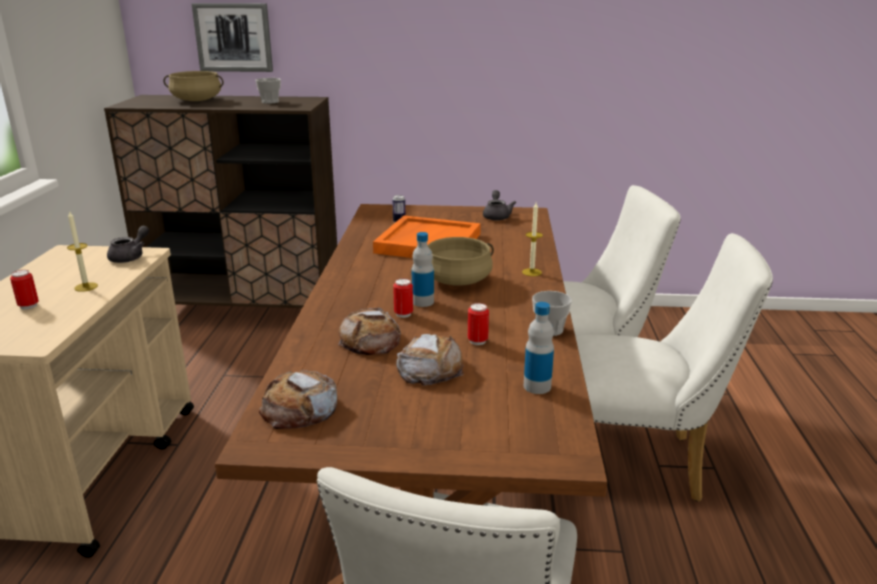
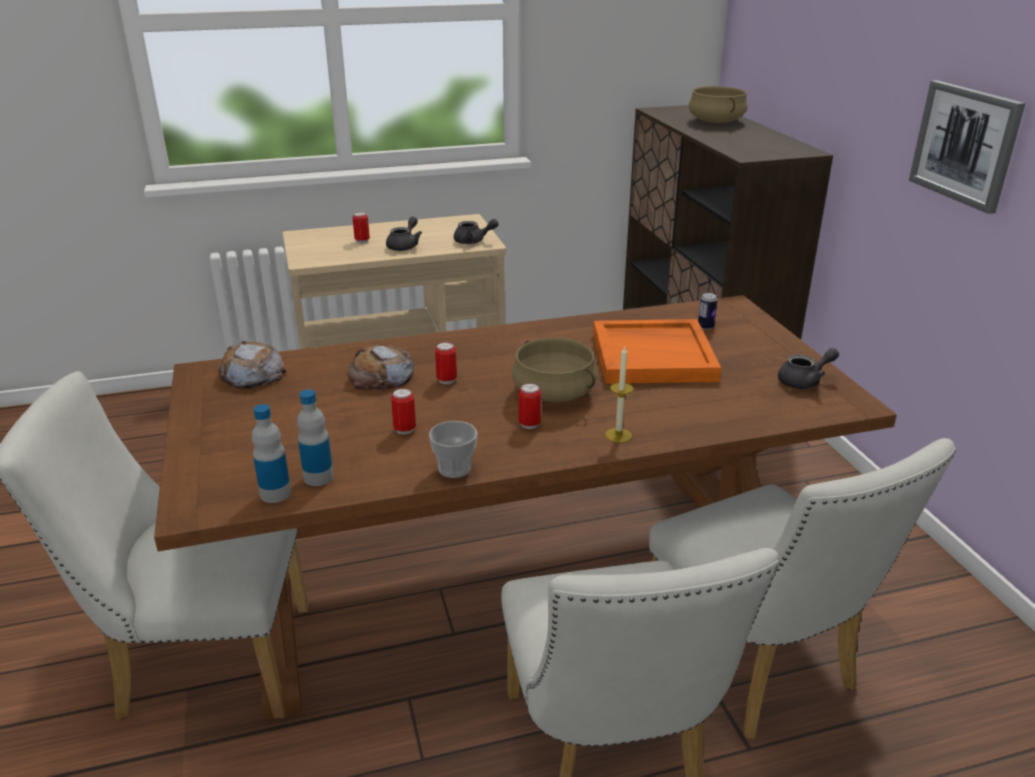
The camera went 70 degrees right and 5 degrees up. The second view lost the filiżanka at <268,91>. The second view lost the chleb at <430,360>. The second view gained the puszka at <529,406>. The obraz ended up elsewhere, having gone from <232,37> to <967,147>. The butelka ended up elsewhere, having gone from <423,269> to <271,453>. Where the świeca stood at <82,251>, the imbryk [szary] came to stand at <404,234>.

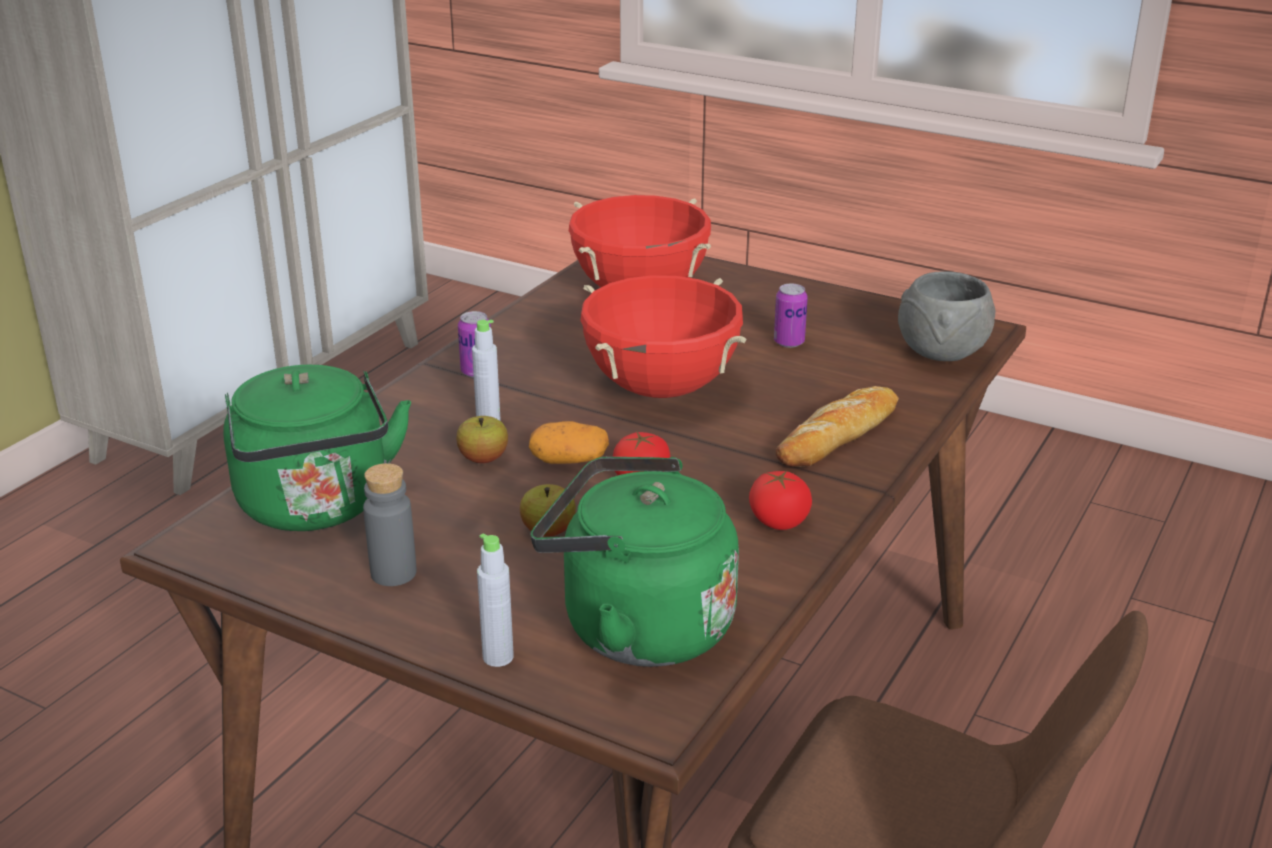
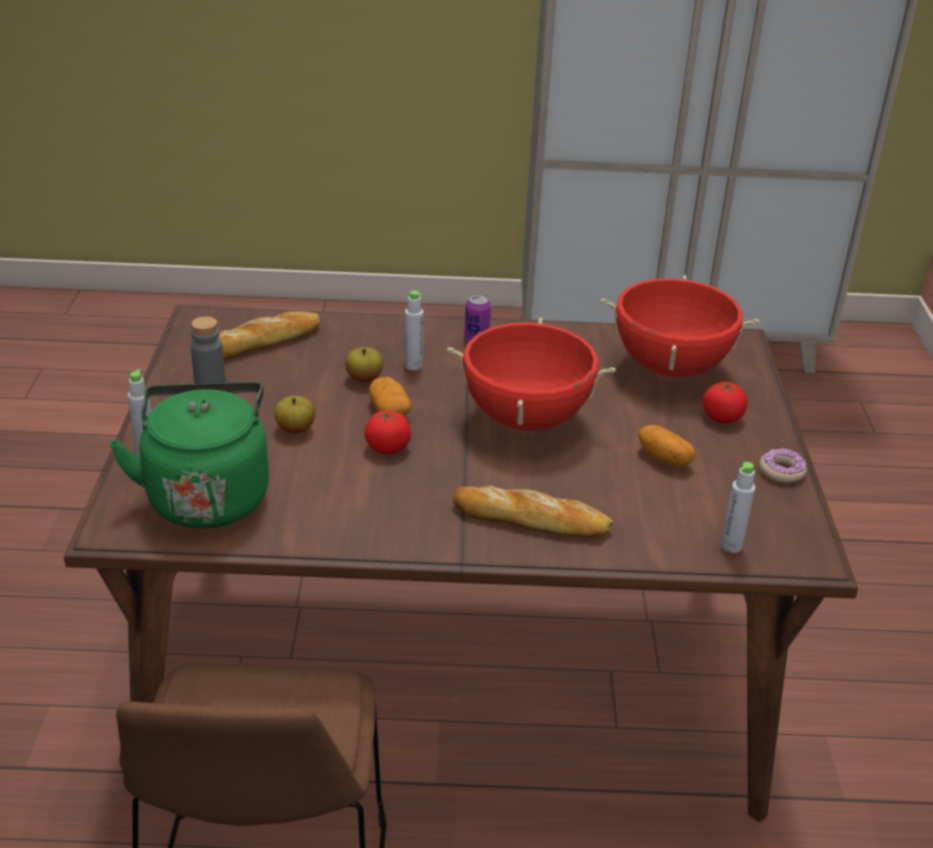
The camera went 60 degrees right and 5 degrees up. The second view gained the donut at <783,465>. The pomidor ended up elsewhere, having gone from <780,500> to <725,402>. Where the czajnik [zielony] stood at <317,448>, the chleb came to stand at <269,335>. Where the puszka stood at <791,316>, the ziemniak came to stand at <667,446>. Where the miska [szary] stood at <946,316>, the butelka [szary] came to stand at <737,507>.

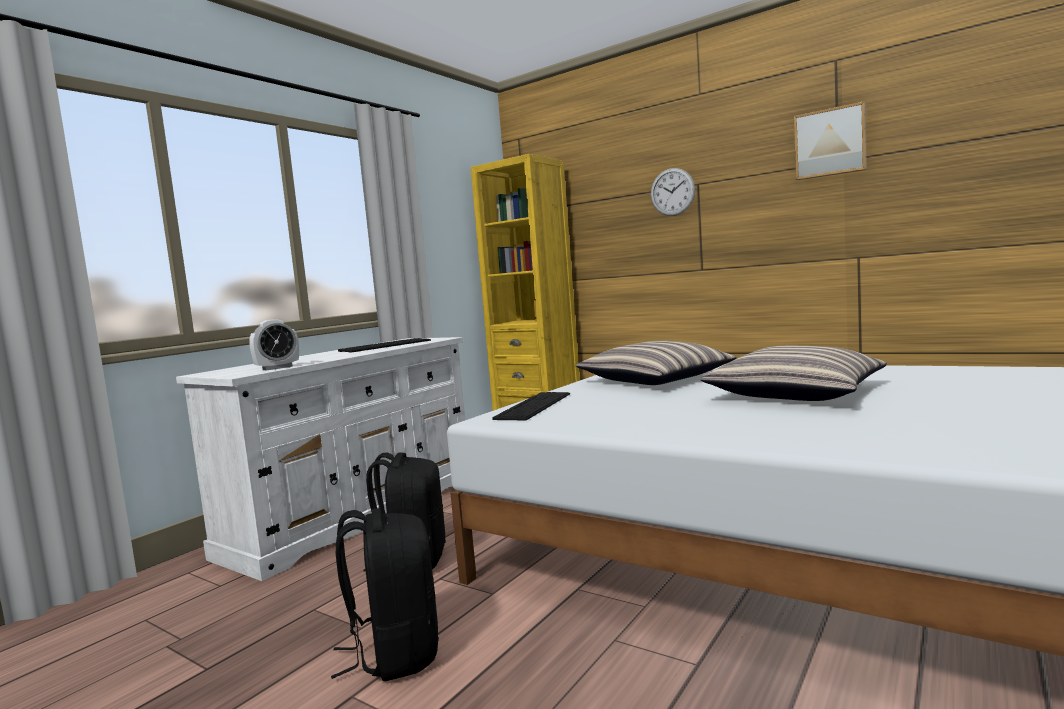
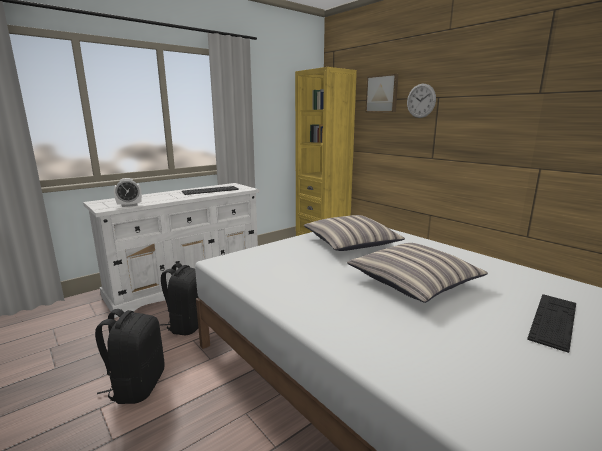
The camera went 15 degrees right and 10 degrees up. The klawiatura ended up elsewhere, having gone from <531,406> to <551,323>. The obraz ended up elsewhere, having gone from <830,140> to <382,93>.

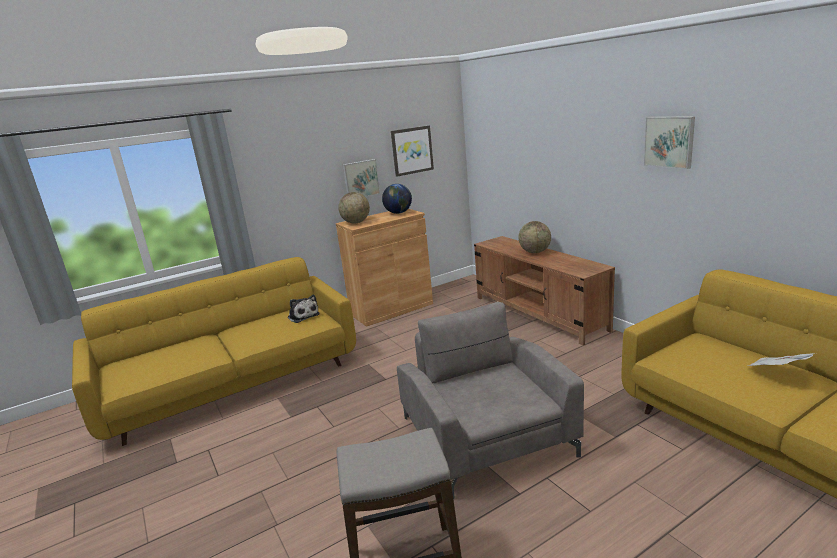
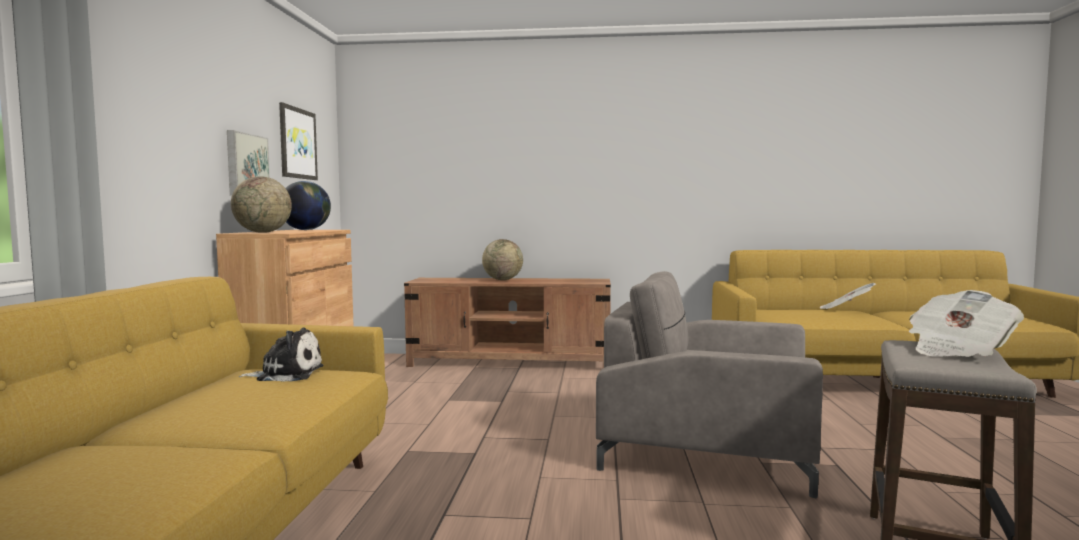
The camera went 55 degrees left and 15 degrees down. The second view lost the obraz at <669,143>. The second view gained the gazeta at <966,323>.

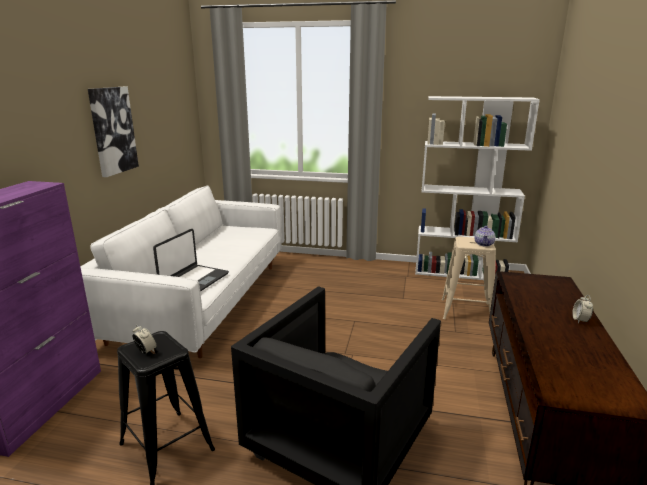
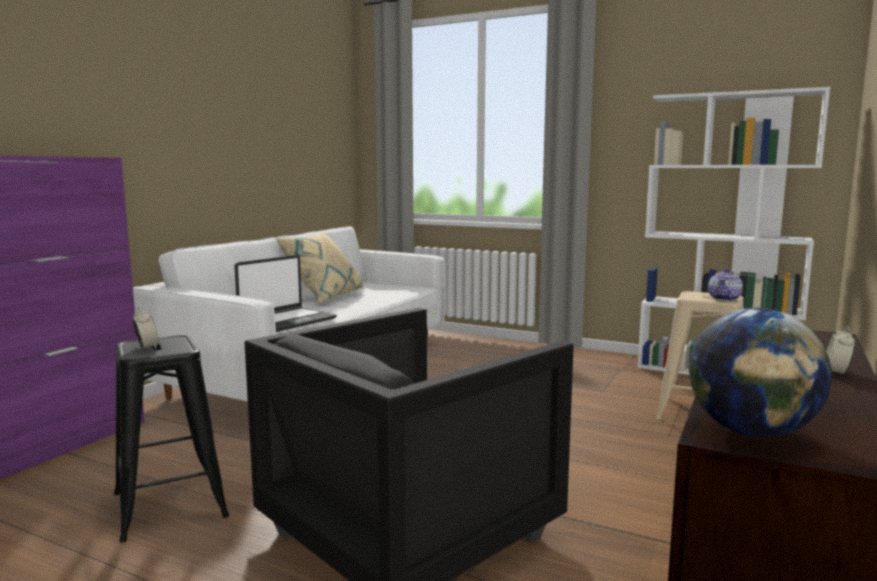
The camera went 15 degrees right and 10 degrees down. The second view lost the obraz at <113,132>. The second view gained the poduszka [beżowy] at <319,266>. The second view gained the globus at <760,373>.

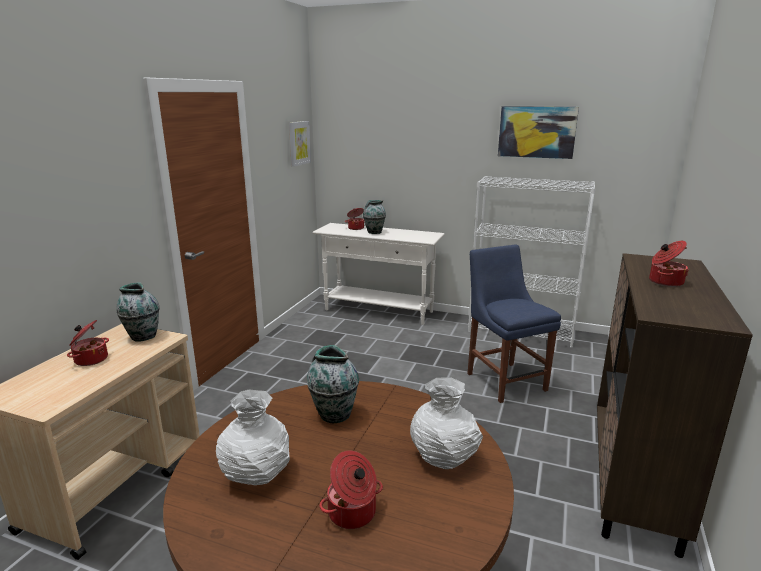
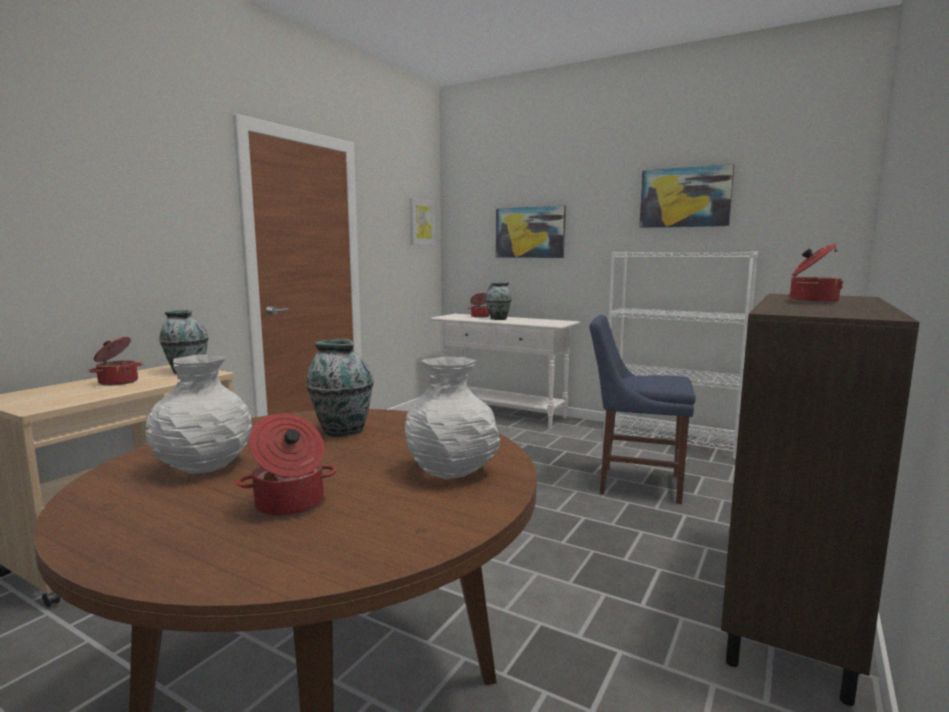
The camera went 10 degrees right and 10 degrees down. The second view gained the obraz at <531,232>. The krzesło [niebieski] at <514,324> ended up facing another way, 60 degrees counterclockwise from before.

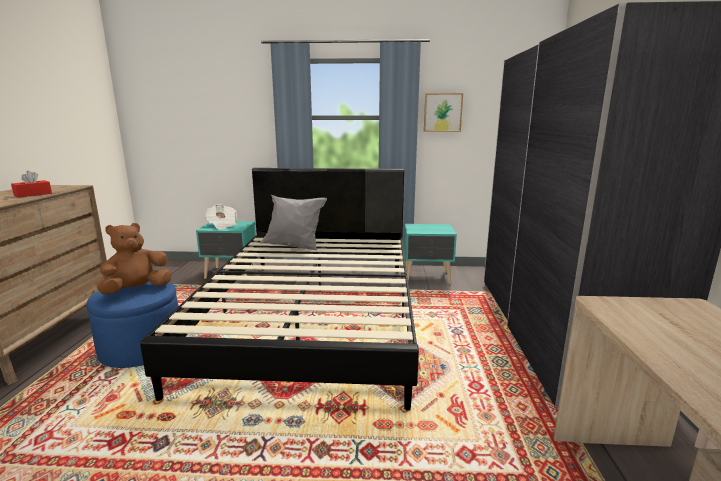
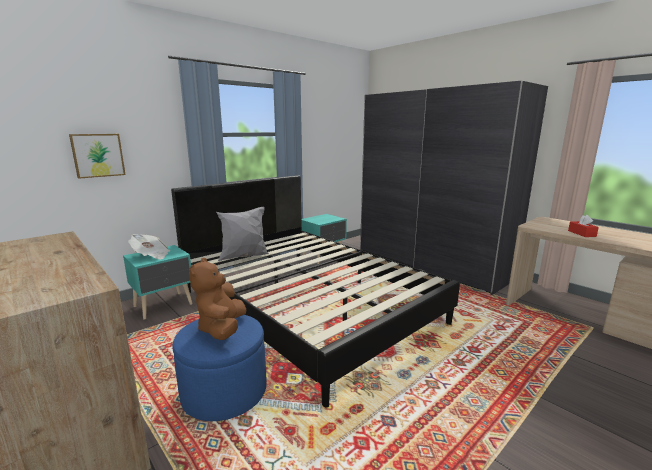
The camera went 45 degrees left and 0 degrees up. The pudełko chusteczek [czerwony] ended up elsewhere, having gone from <31,184> to <583,226>. The obraz ended up elsewhere, having gone from <443,112> to <97,156>.

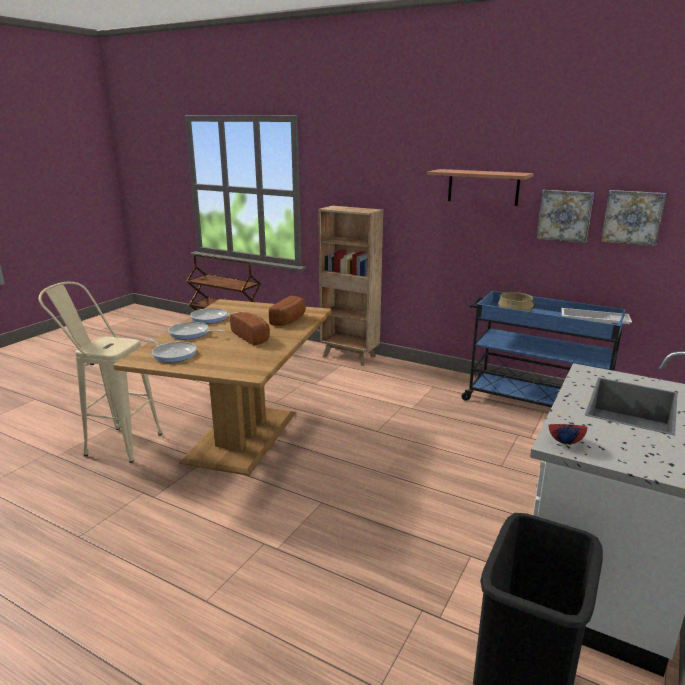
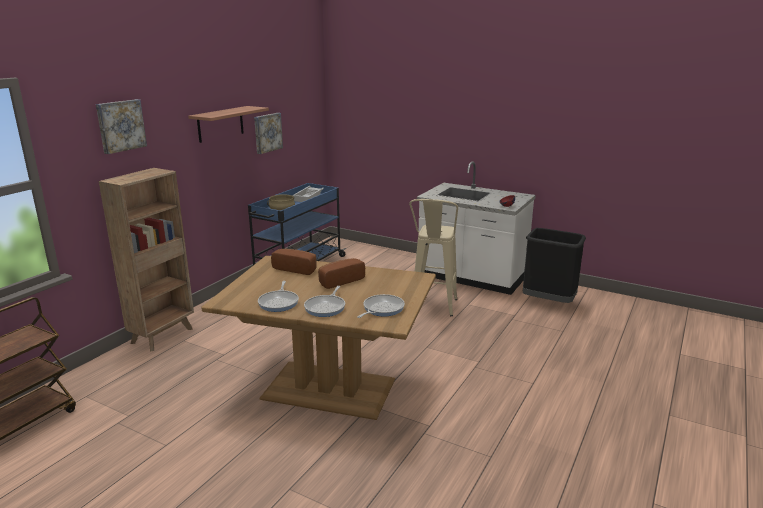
The camera went 90 degrees left and 0 degrees up. The stołek [beżowy] ended up elsewhere, having gone from <100,372> to <433,257>. The obraz ended up elsewhere, having gone from <633,218> to <121,126>.

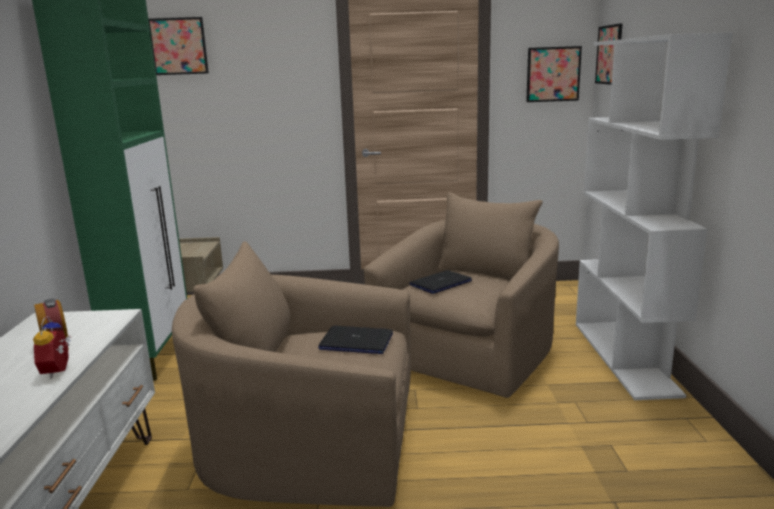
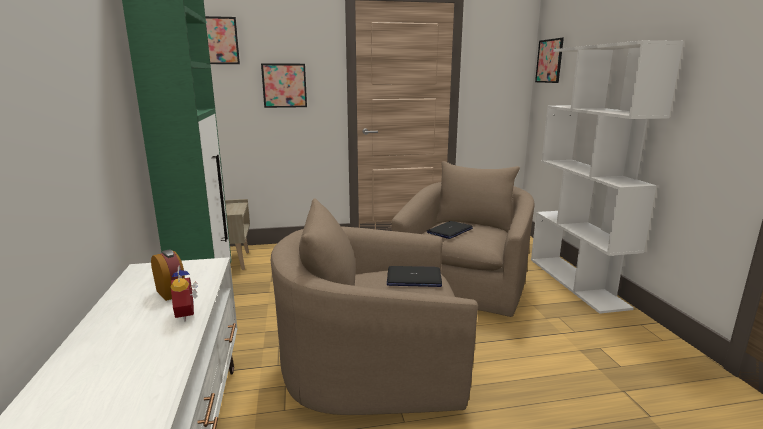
The camera went 10 degrees left and 0 degrees up. The obraz ended up elsewhere, having gone from <554,74> to <284,85>.

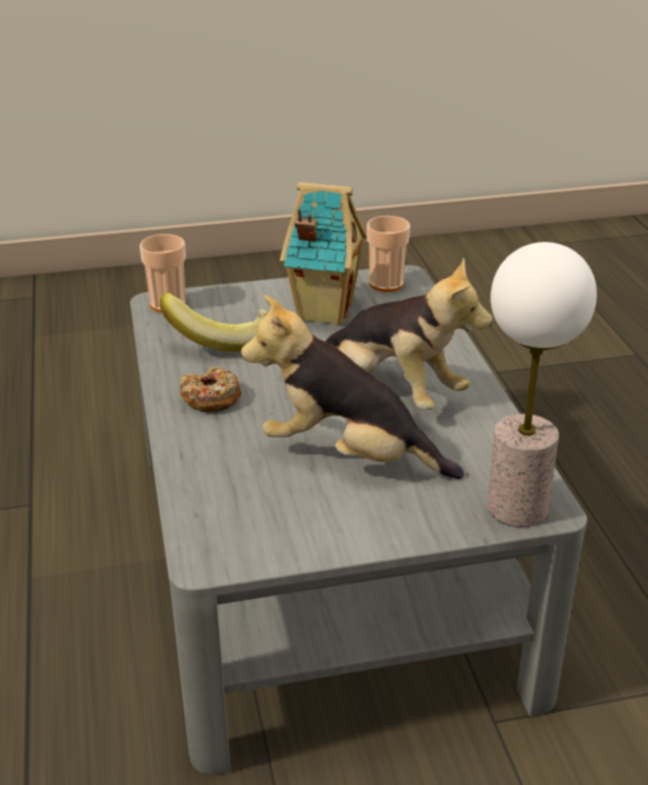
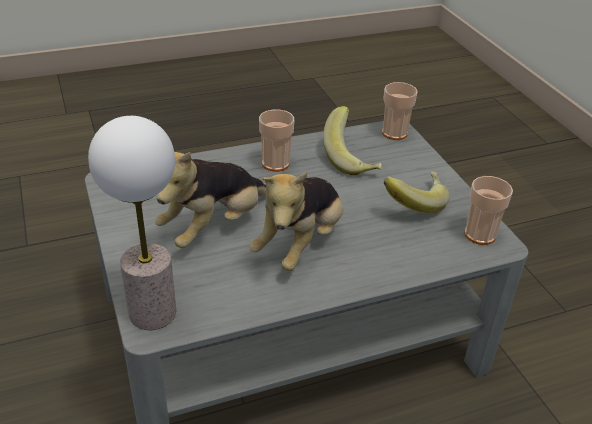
The camera went 80 degrees right and 5 degrees up. Where the donut stood at <211,389>, the filiżanka came to stand at <276,141>. Where the domek stood at <323,254>, the banan came to stand at <417,192>. The pluszak at <352,387> ended up facing another way, 150 degrees counterclockwise from before.

